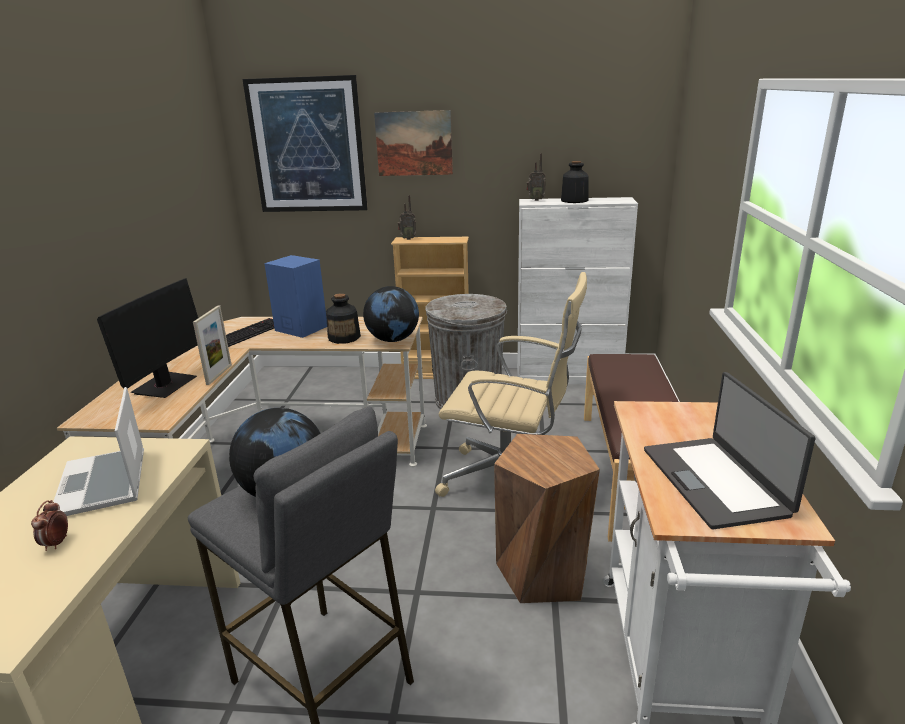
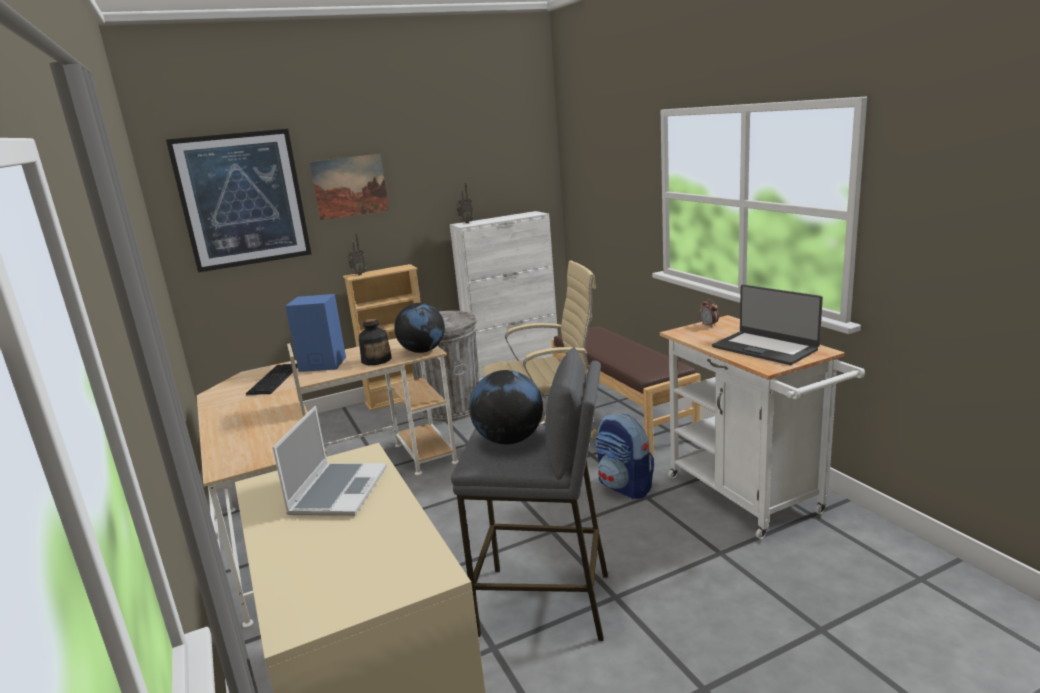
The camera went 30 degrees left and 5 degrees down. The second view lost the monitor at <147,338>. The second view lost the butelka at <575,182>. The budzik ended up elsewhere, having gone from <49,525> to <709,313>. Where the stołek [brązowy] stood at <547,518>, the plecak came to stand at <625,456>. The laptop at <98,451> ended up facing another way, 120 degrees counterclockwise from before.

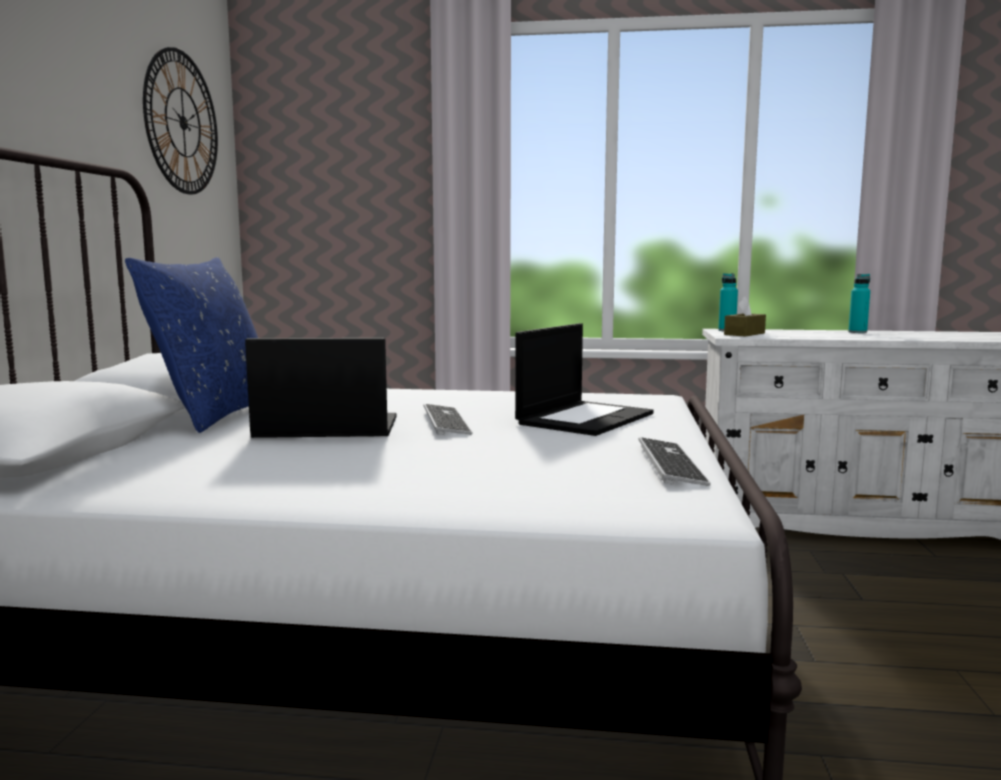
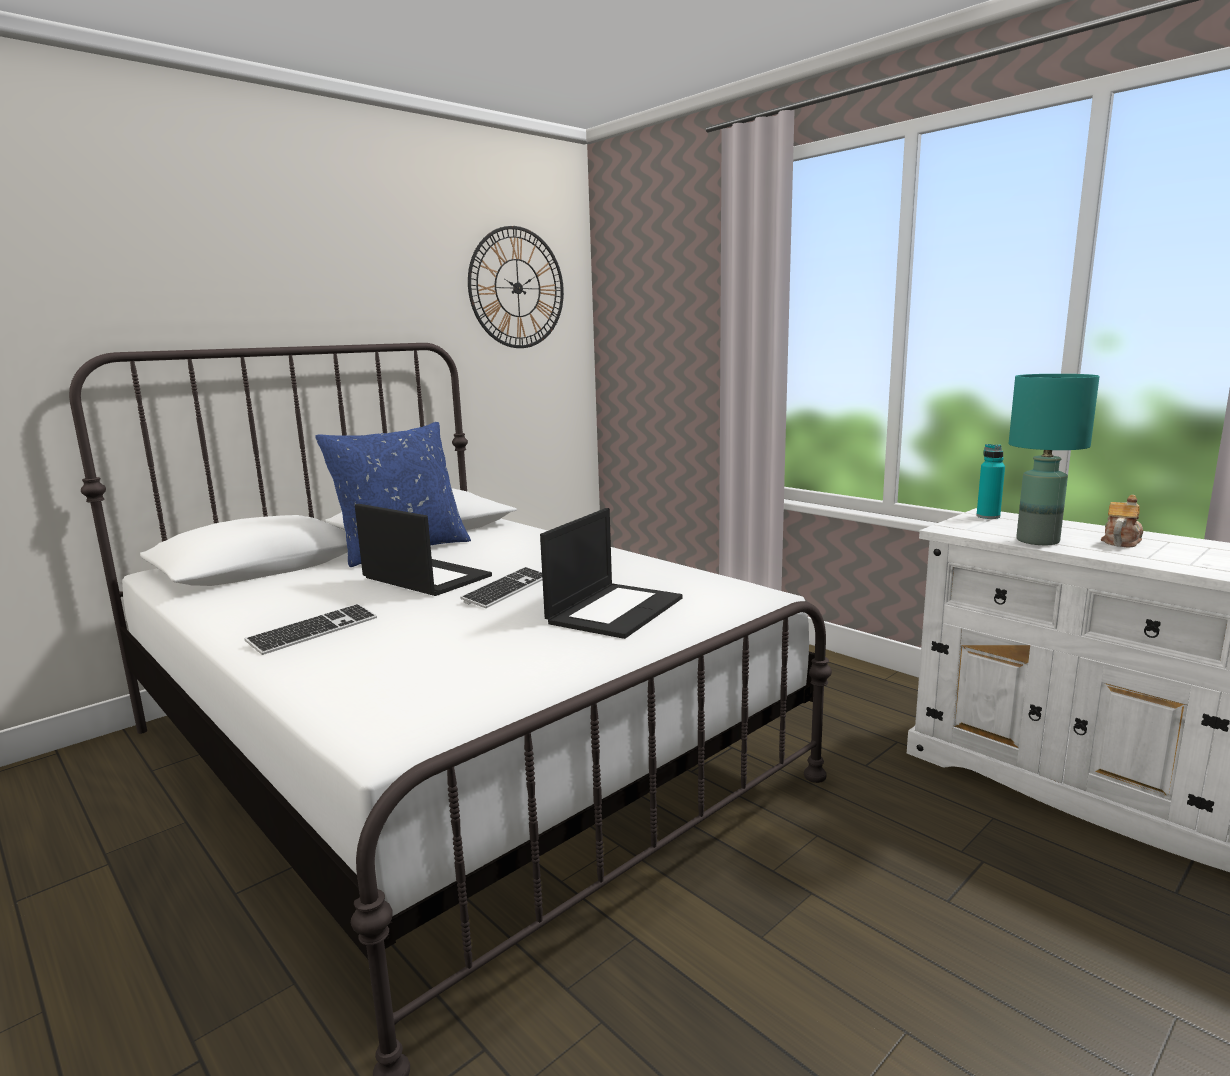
The camera went 40 degrees right and 5 degrees up. The second view lost the pudełko chusteczek [brązowy] at <745,317>. The second view lost the butelka [turkusowy] at <859,303>. The second view gained the lampa stołowa [turkusowy] at <1054,459>. The second view gained the imbryk at <1122,521>. The klawiatura ended up elsewhere, having gone from <674,461> to <310,629>. The laptop at <584,379> ended up facing another way, 45 degrees counterclockwise from before.

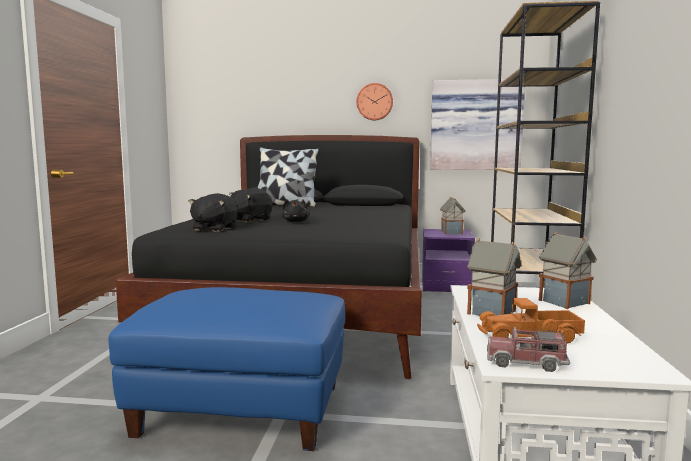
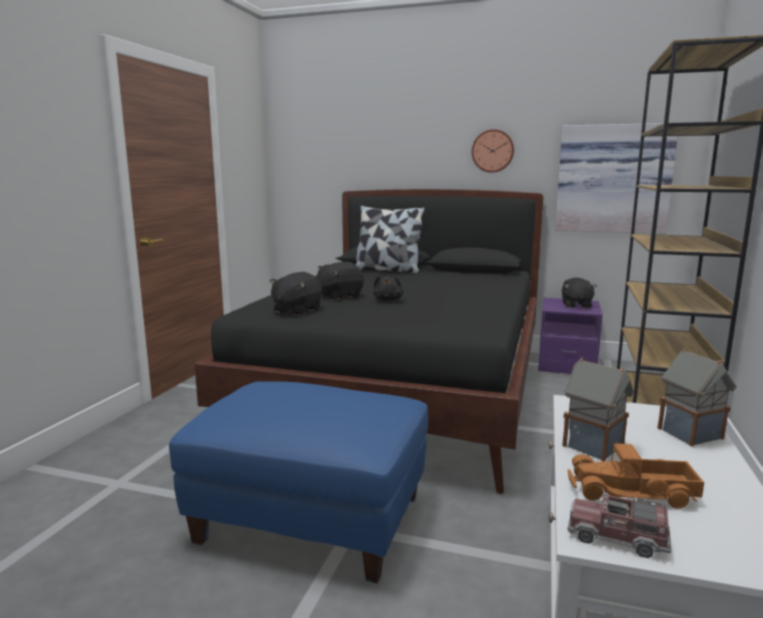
The camera went 10 degrees right and 5 degrees up. Where the domek stood at <452,215>, the pluszak [czarny] came to stand at <579,292>.

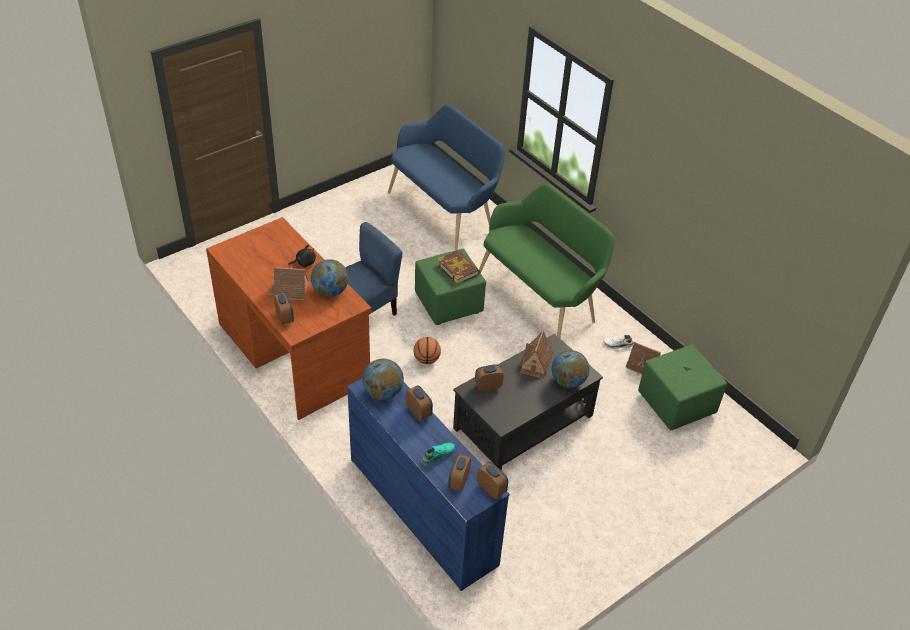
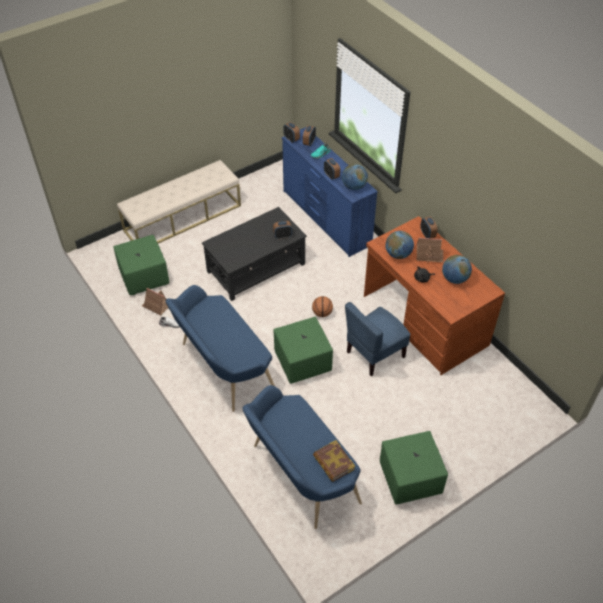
The camera went 175 degrees left and 5 degrees up. The second view lost the domek at <536,354>. The second view gained the ławka [beżowy] at <179,201>. The second view gained the pufa [zielony] at <414,468>. The książka ended up elsewhere, having gone from <458,267> to <334,461>. The globus ended up elsewhere, having gone from <570,369> to <457,269>. What was the ławka [zielony] at <546,260> turned into the ławka [niebieski] at <220,348>.

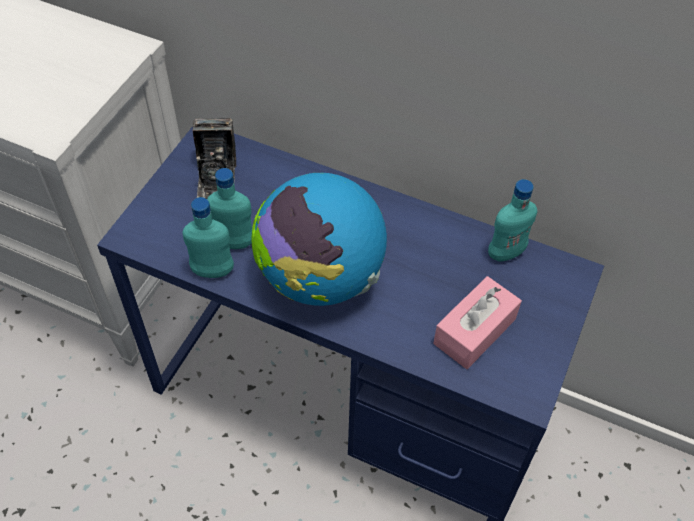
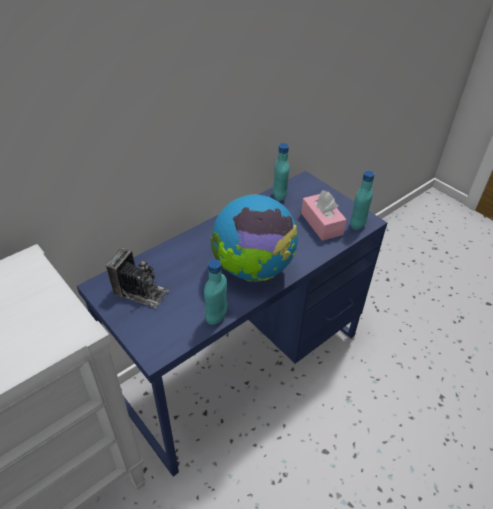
The camera went 65 degrees left and 10 degrees down. The butelka [turkusowy] ended up elsewhere, having gone from <229,208> to <362,200>.

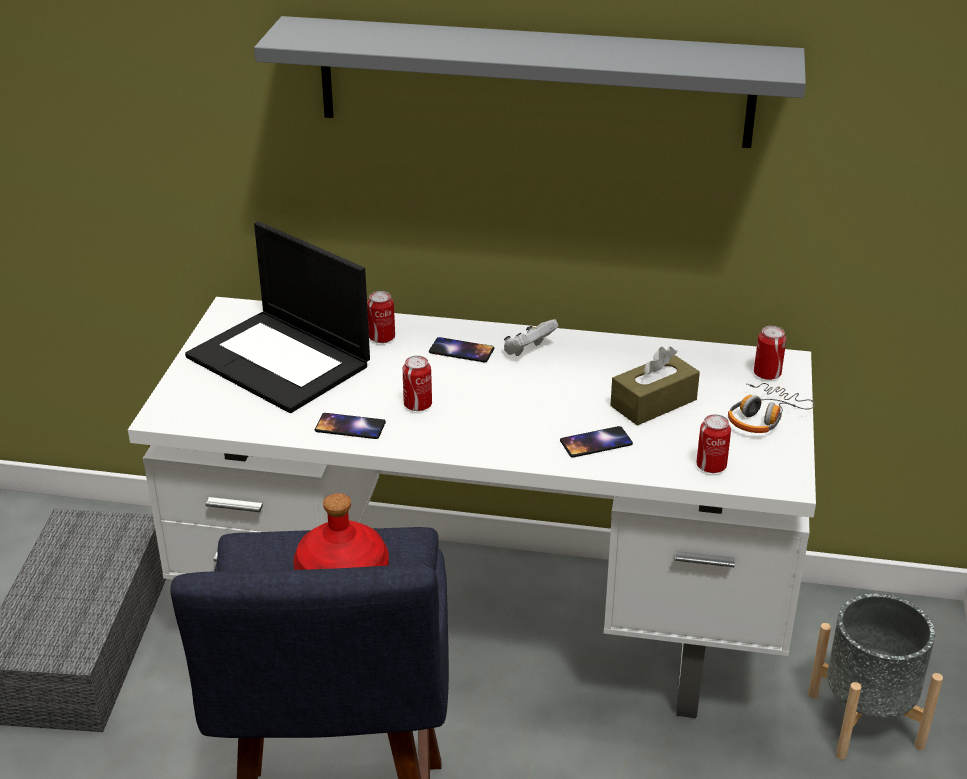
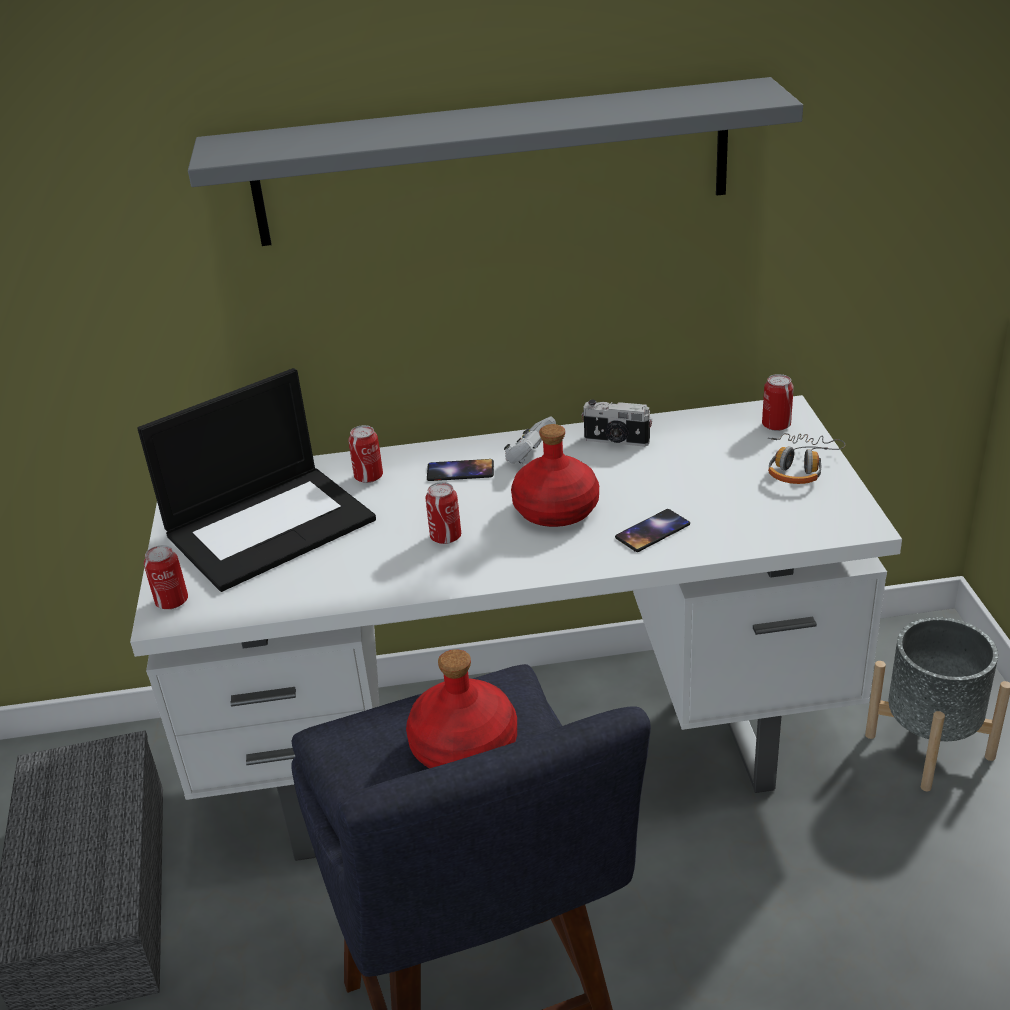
The camera went 15 degrees left and 0 degrees up. The second view lost the telefon at <350,426>. The second view lost the pudełko chusteczek [brązowy] at <655,386>. The second view gained the butelka [czerwony] at <555,475>. The second view gained the aparat fotograficzny at <617,423>. The puszka ended up elsewhere, having gone from <713,443> to <166,577>. The laptop at <277,317> ended up facing another way, 60 degrees counterclockwise from before.

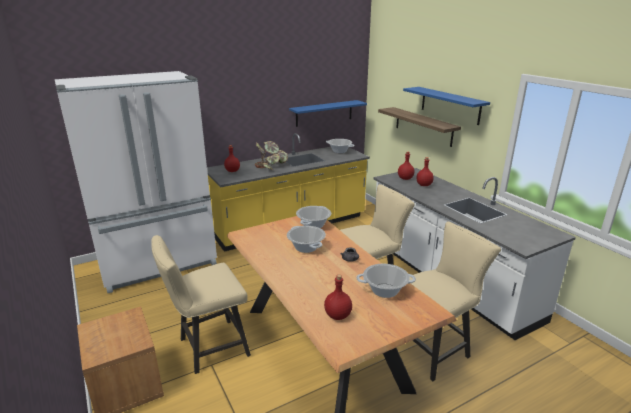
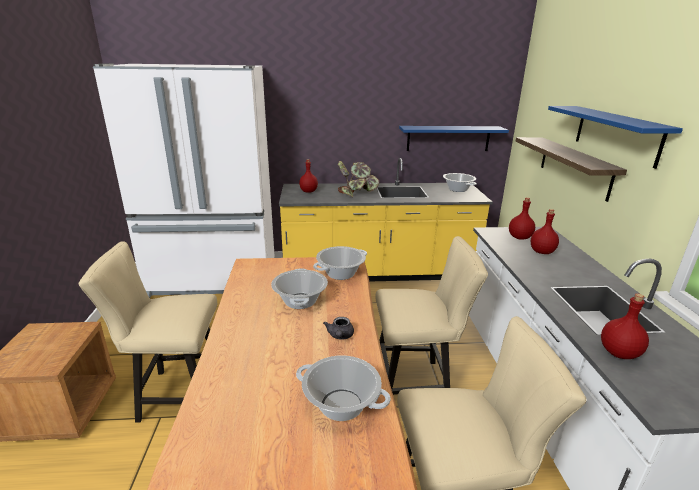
The camera went 25 degrees right and 0 degrees up. The butelka [czerwony] ended up elsewhere, having gone from <338,297> to <625,326>.

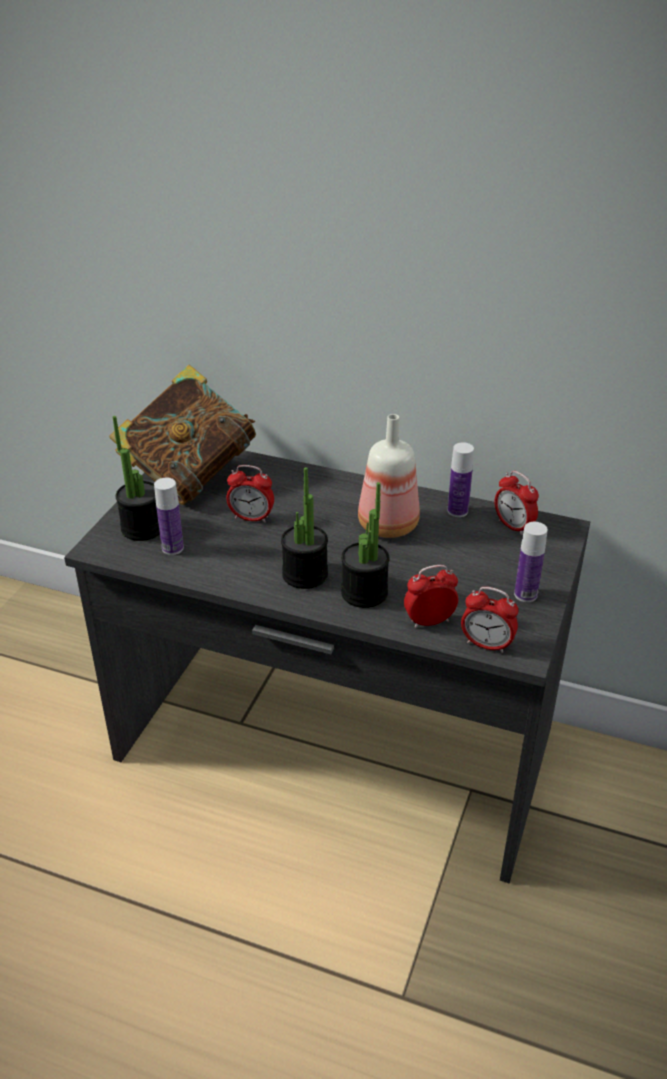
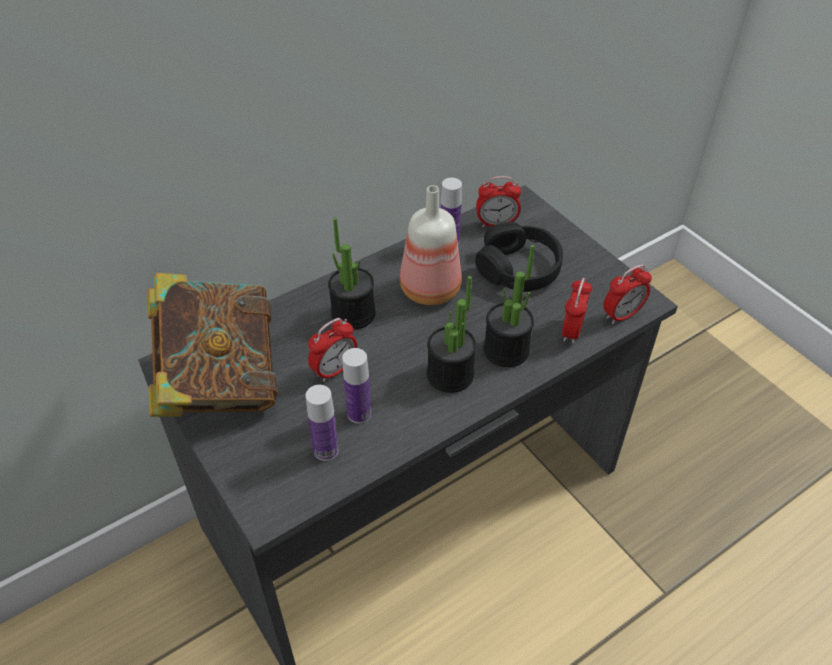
The camera went 55 degrees left and 10 degrees up. The second view gained the słuchawki [czarny] at <519,257>. The roślina doniczkowa ended up elsewhere, having gone from <136,478> to <352,273>. The butelka ended up elsewhere, having gone from <531,562> to <356,386>.

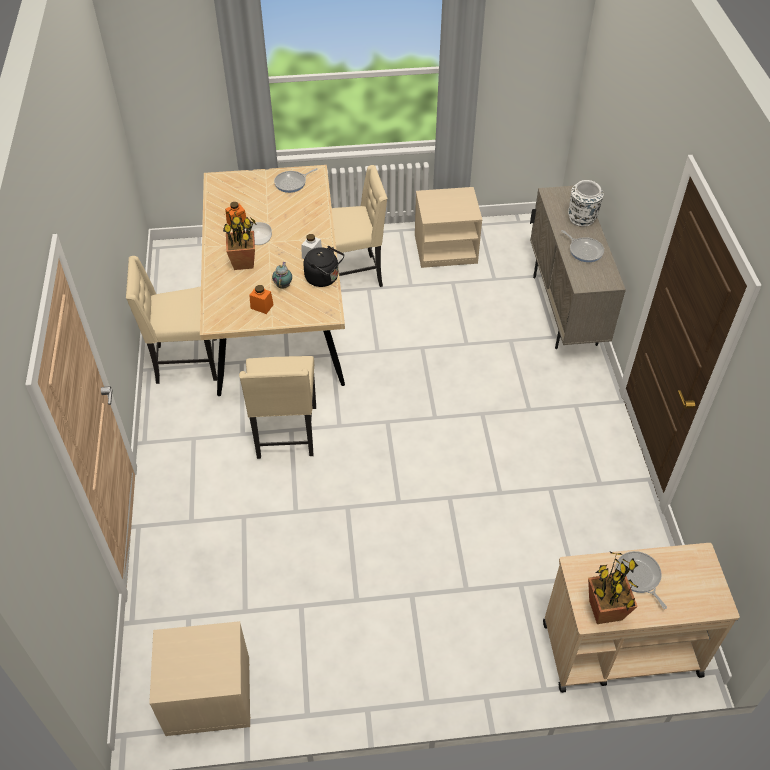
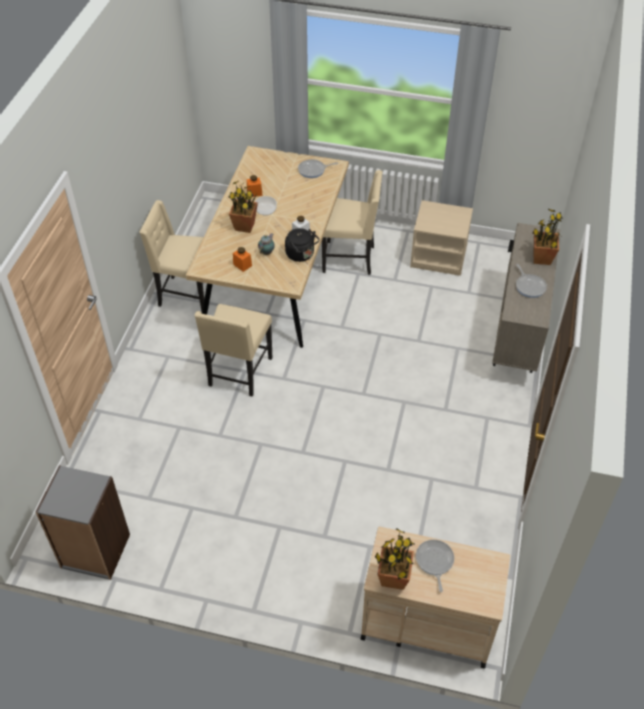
The camera went 20 degrees right and 0 degrees up. Where the szafka nocna [beżowy] stood at <200,678>, the regał [szary] came to stand at <83,522>. Where the wazon [biały] stood at <586,203>, the roślina doniczkowa came to stand at <548,237>.

